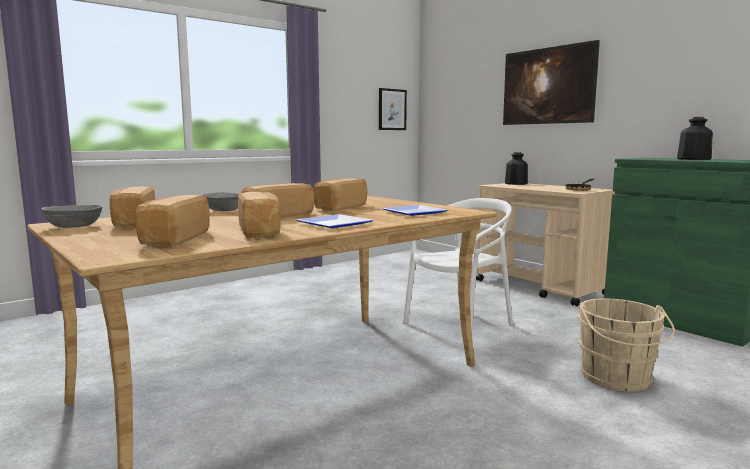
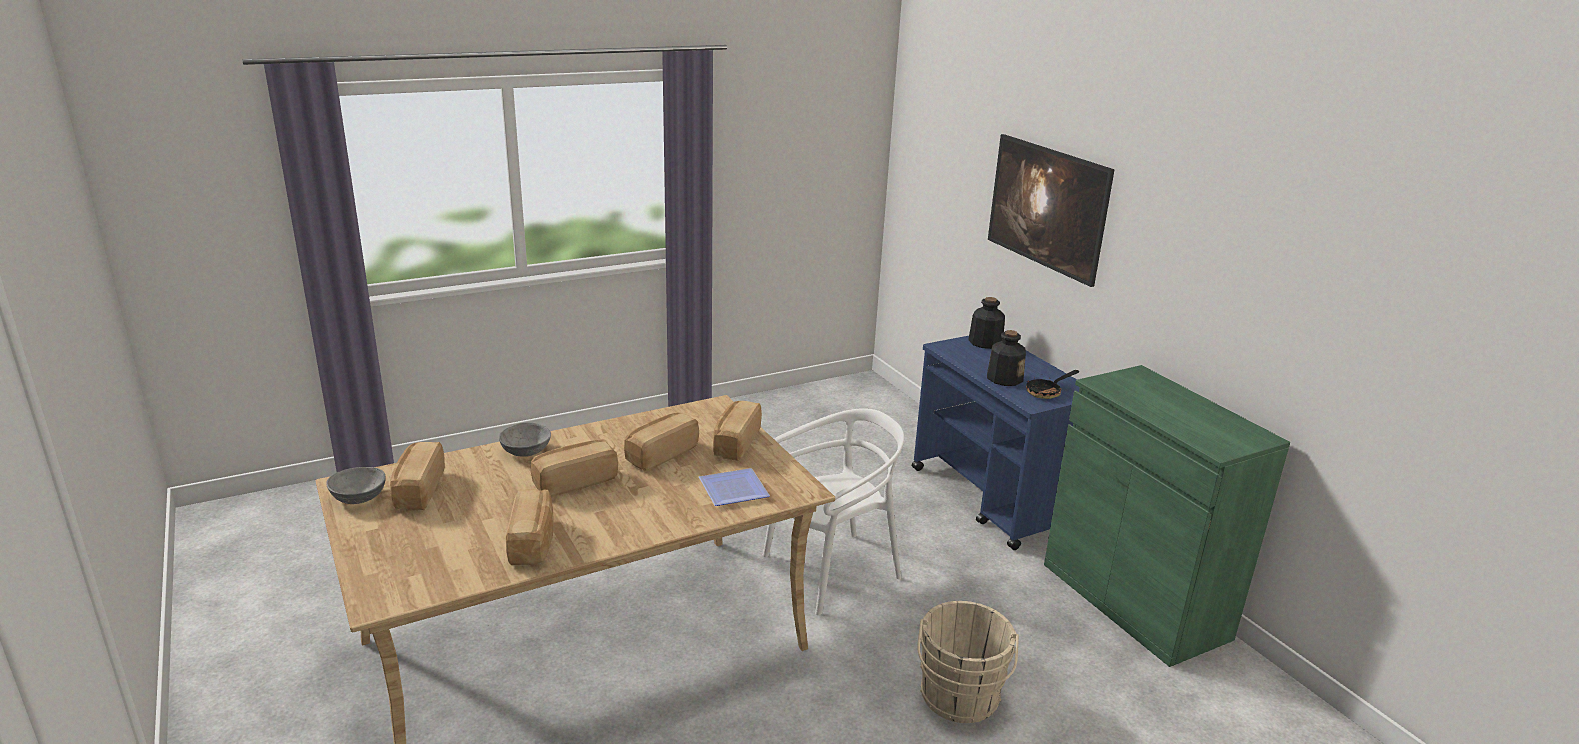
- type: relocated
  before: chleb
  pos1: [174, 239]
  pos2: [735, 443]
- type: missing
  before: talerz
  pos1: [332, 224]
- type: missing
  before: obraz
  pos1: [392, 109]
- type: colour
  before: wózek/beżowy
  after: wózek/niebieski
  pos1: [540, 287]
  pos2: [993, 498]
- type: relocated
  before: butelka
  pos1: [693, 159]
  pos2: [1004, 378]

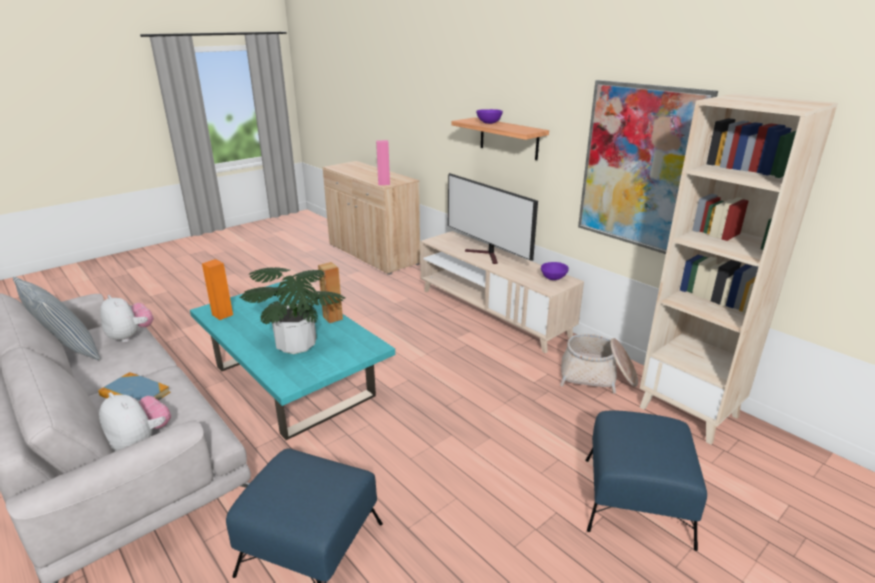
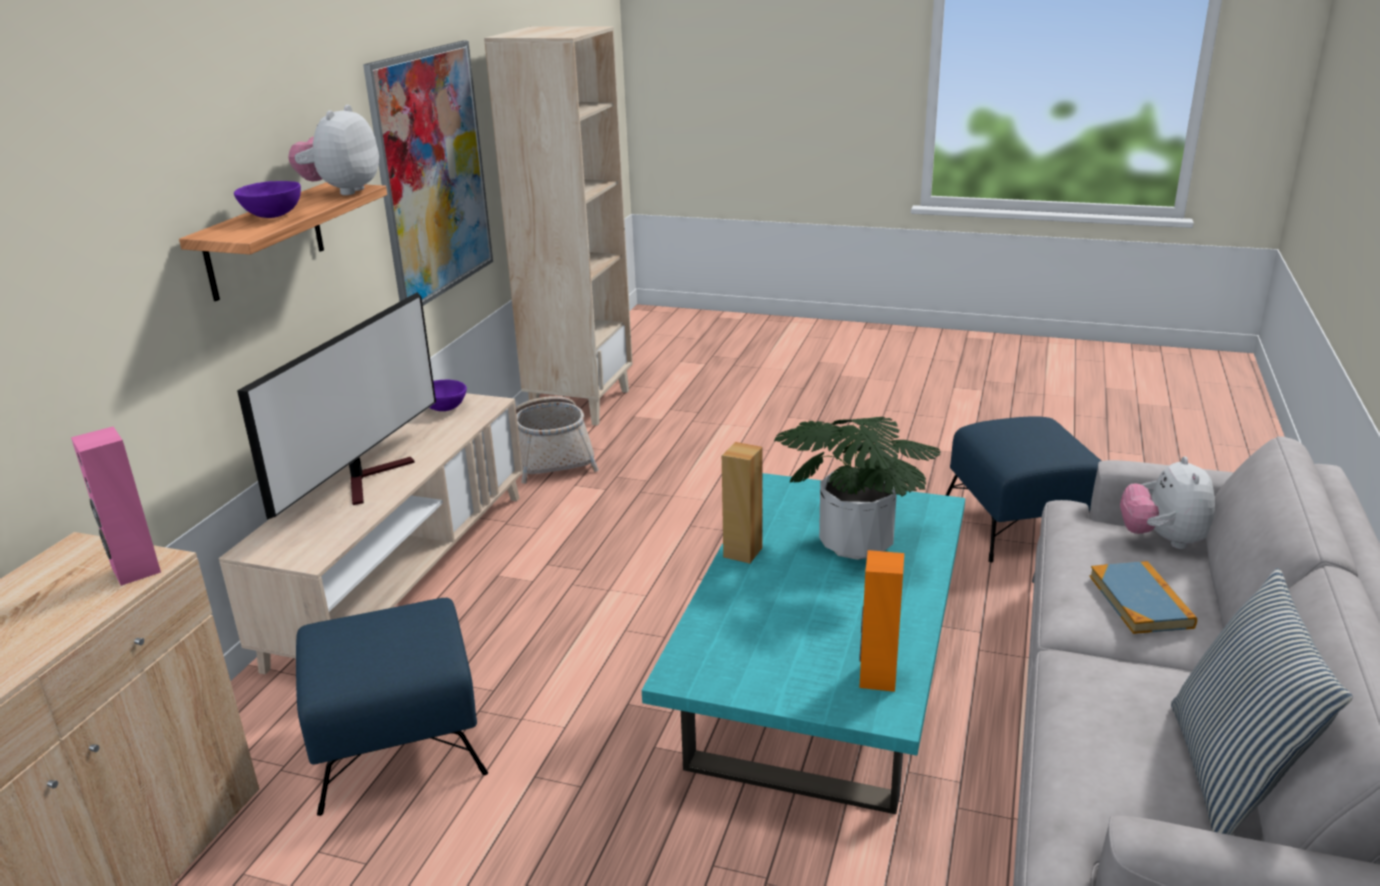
- type: relocated
  before: pluszak
  pos1: [130, 336]
  pos2: [342, 191]
- type: relocated
  before: pufa/niebieski
  pos1: [635, 501]
  pos2: [399, 740]

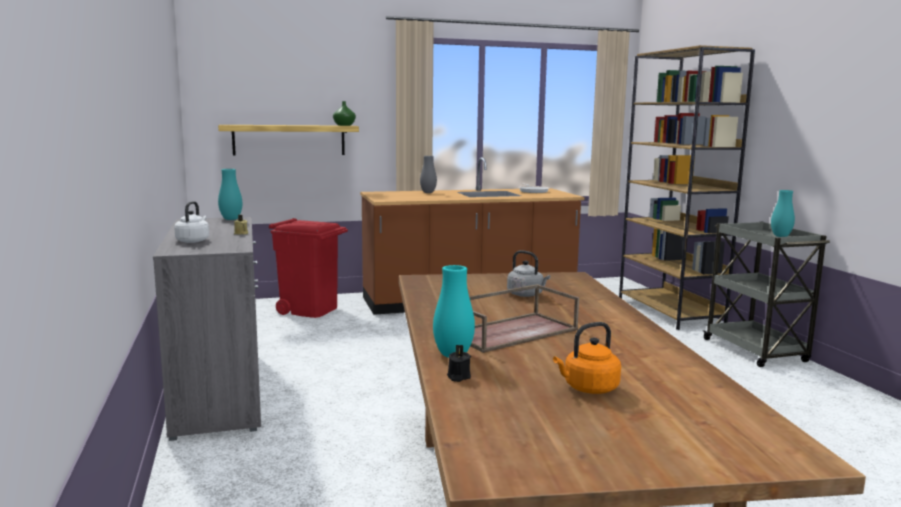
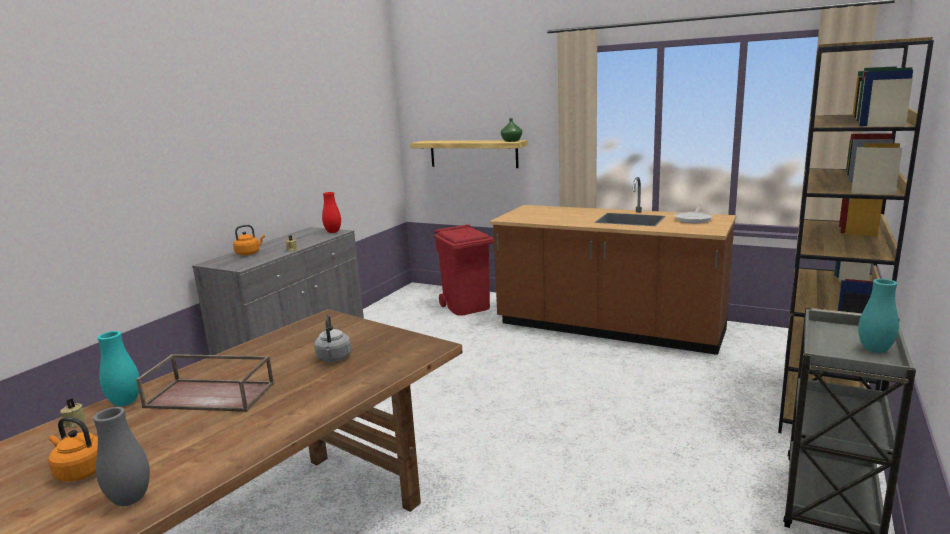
- type: colour
  before: czajnik/biały
  after: czajnik/pomarańczowy
  pos1: [193, 241]
  pos2: [249, 253]
- type: colour
  before: wazon/turkusowy
  after: wazon/czerwony
  pos1: [231, 219]
  pos2: [333, 232]
- type: relocated
  before: wazon/szary
  pos1: [428, 192]
  pos2: [130, 500]
- type: colour
  before: świeca/czarny
  after: świeca/beżowy
  pos1: [458, 377]
  pos2: [74, 423]

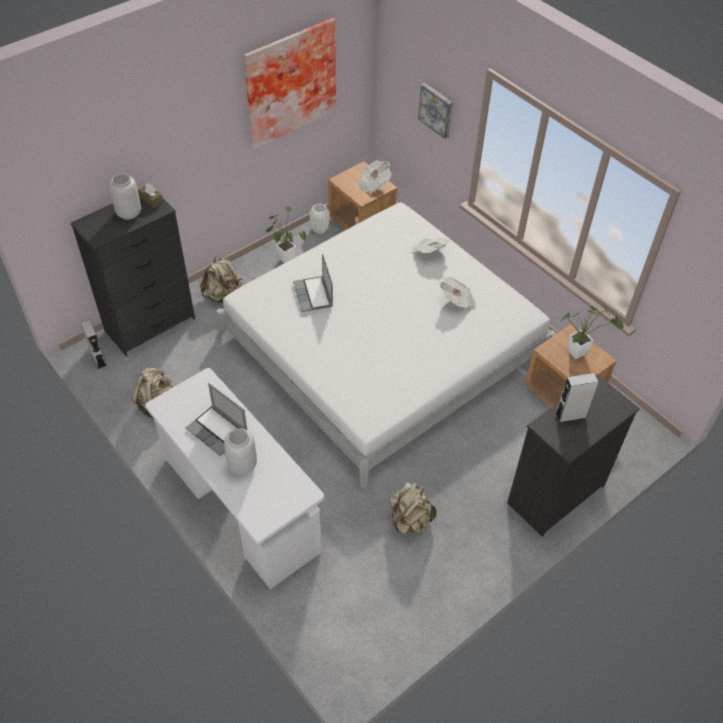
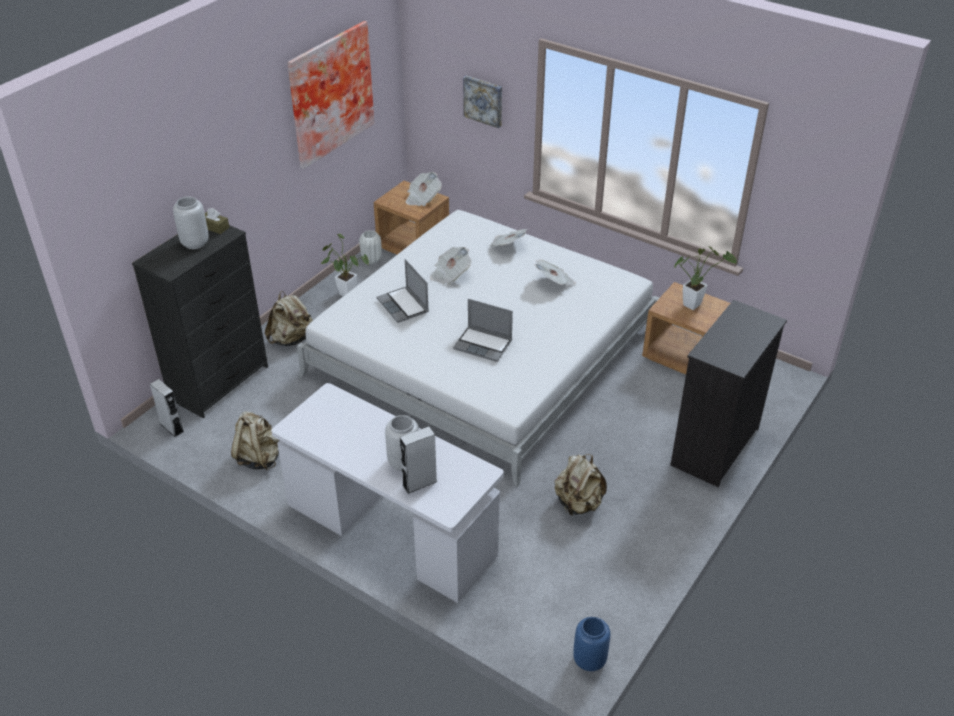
- type: relocated
  before: laptop
  pos1: [218, 431]
  pos2: [484, 345]
- type: relocated
  before: głośnik/szary
  pos1: [570, 415]
  pos2: [419, 483]
- type: appeared
  after: gazeta
  pos2: [450, 274]
- type: appeared
  after: wazon/niebieski
  pos2: [590, 660]

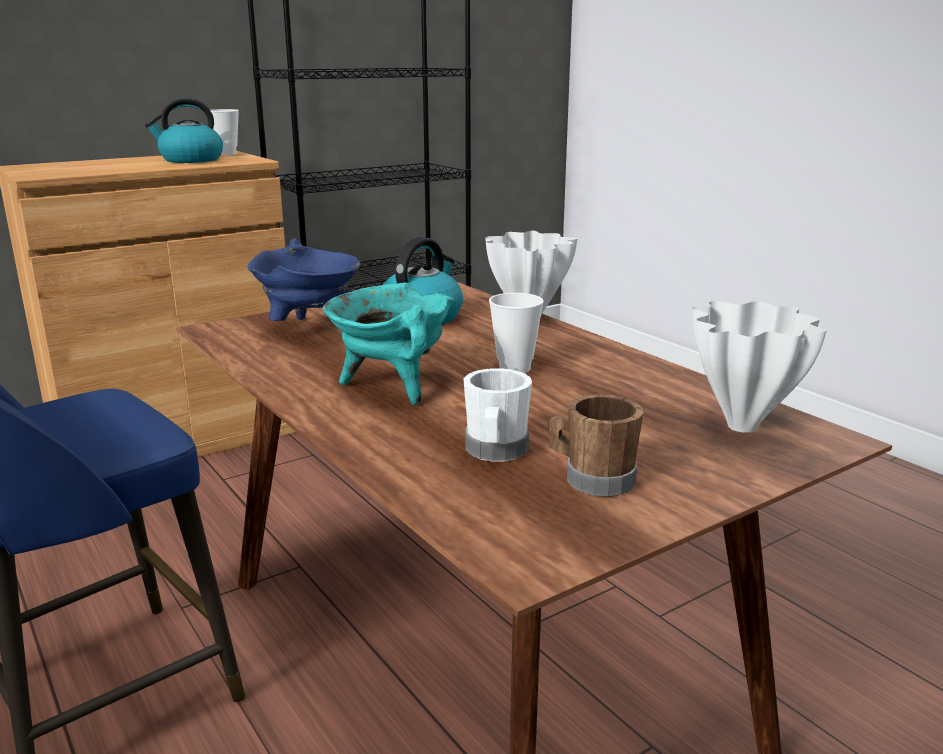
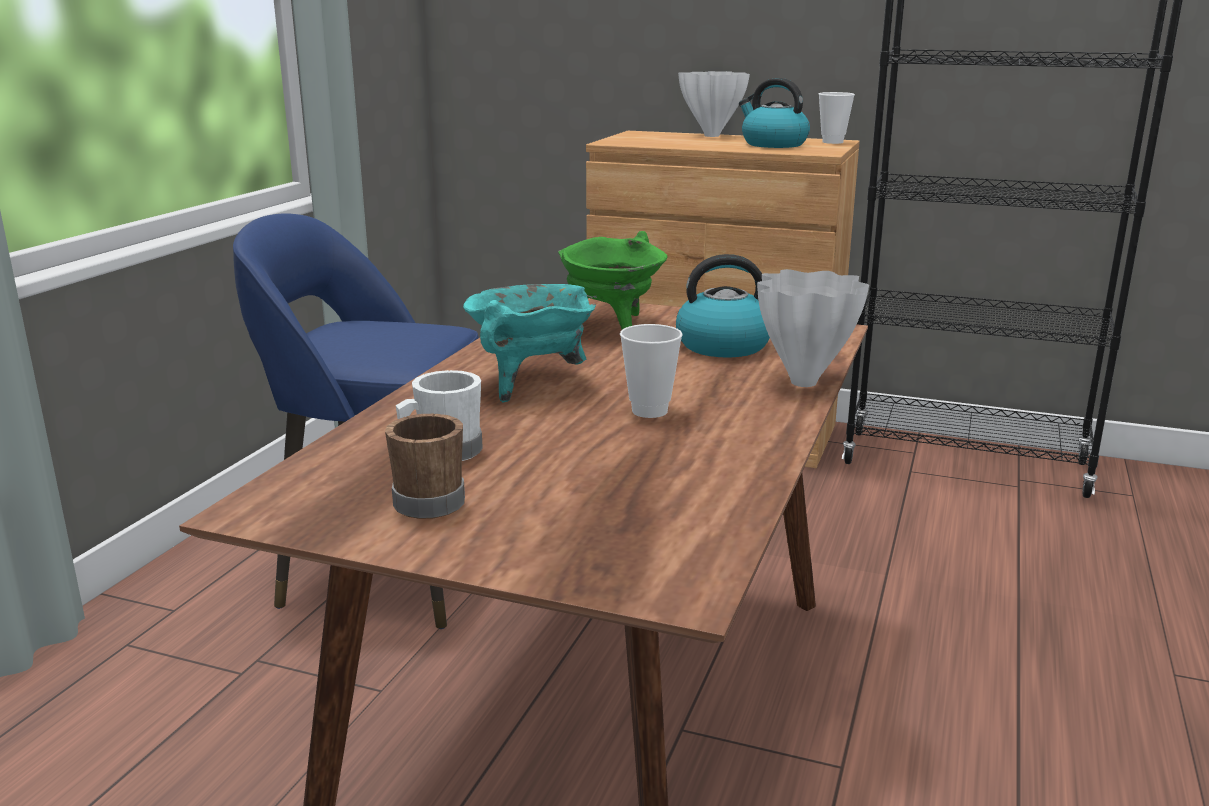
- type: colour
  before: garnek/niebieski
  after: garnek/zielony
  pos1: [310, 331]
  pos2: [612, 326]
- type: relocated
  before: wazon/biały
  pos1: [743, 426]
  pos2: [713, 136]

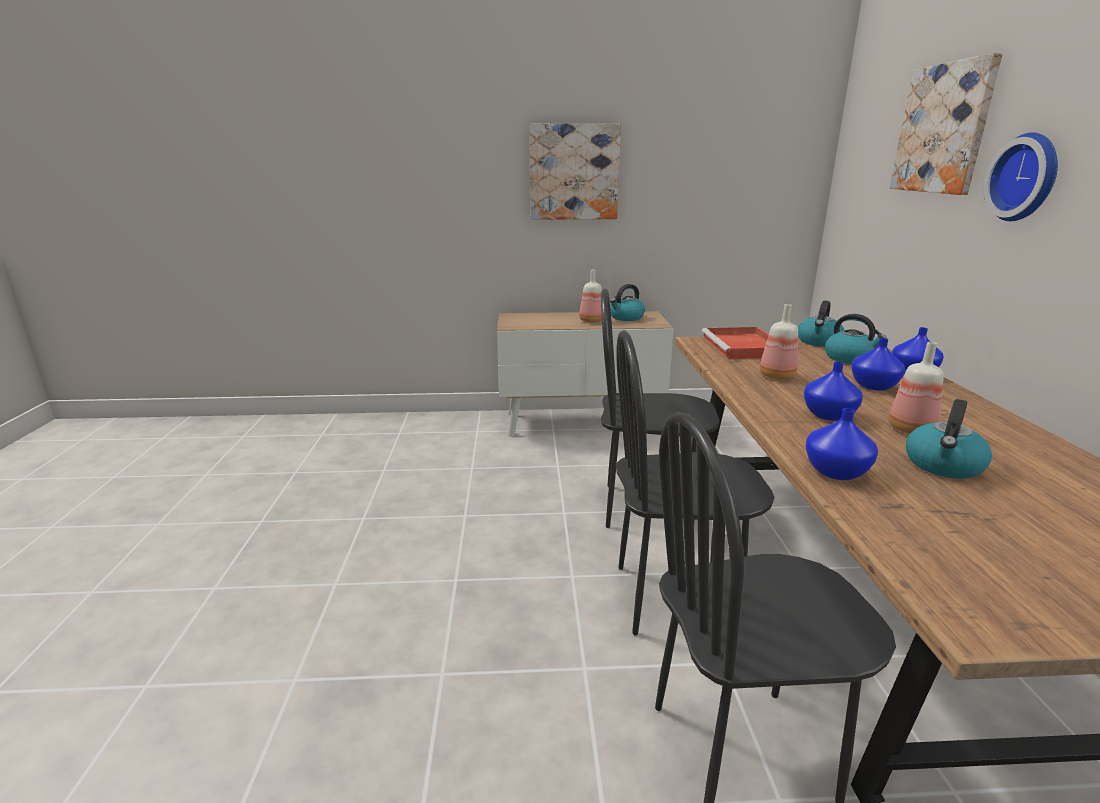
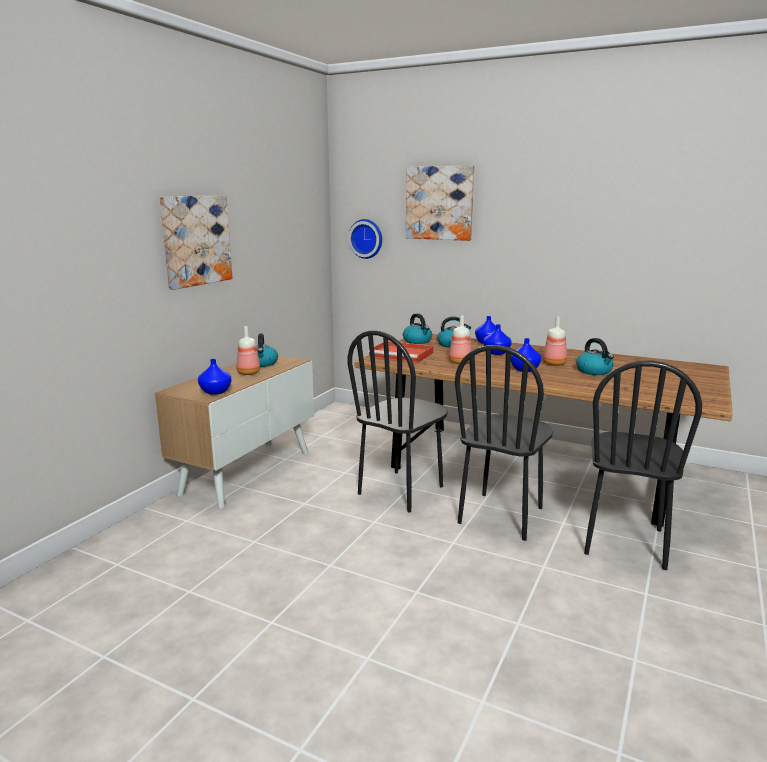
- type: relocated
  before: wazon/niebieski
  pos1: [836, 471]
  pos2: [215, 391]
- type: relocated
  before: zegar ścienny
  pos1: [1027, 177]
  pos2: [366, 238]

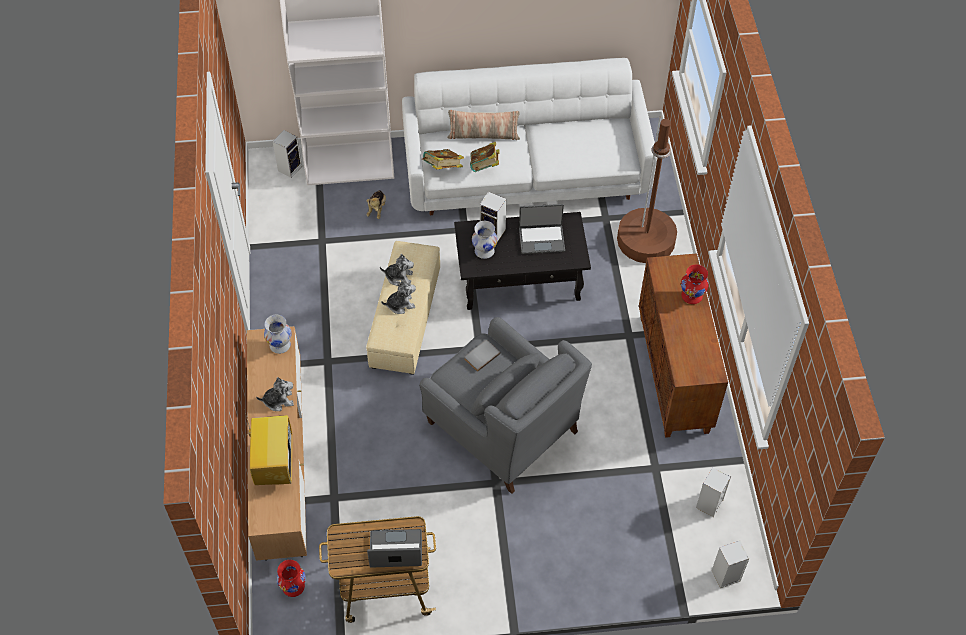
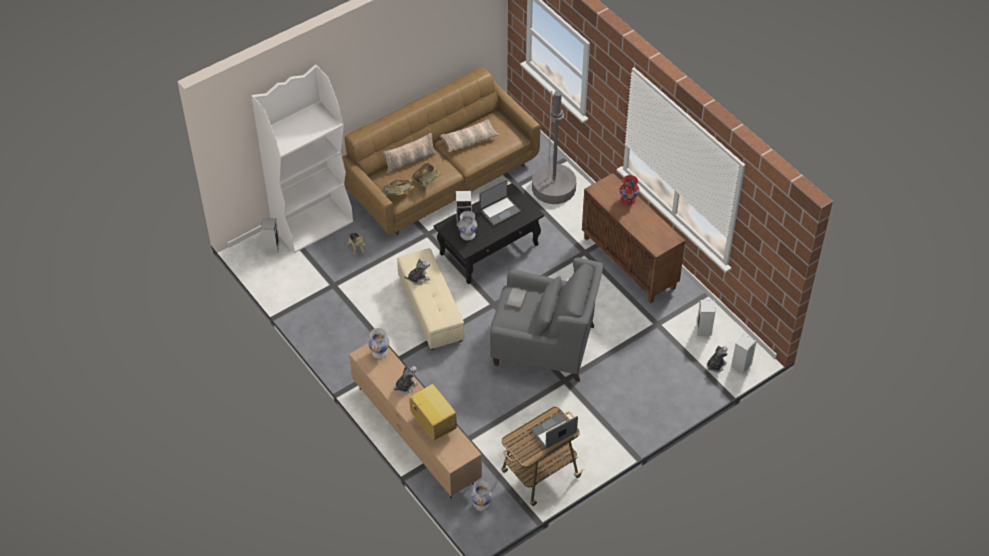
- type: colour
  before: wazon/czerwony
  after: wazon/biały
  pos1: [293, 587]
  pos2: [481, 504]
- type: relocated
  before: pluszak
  pos1: [400, 304]
  pos2: [715, 365]
- type: colour
  before: kanapa/biały
  after: kanapa/brązowy
  pos1: [525, 170]
  pos2: [441, 177]
- type: colour
  before: lampa stojąca/brązowy
  after: lampa stojąca/szary
  pos1: [646, 240]
  pos2: [554, 188]
- type: appeared
  after: poduszka
  pos2: [469, 139]

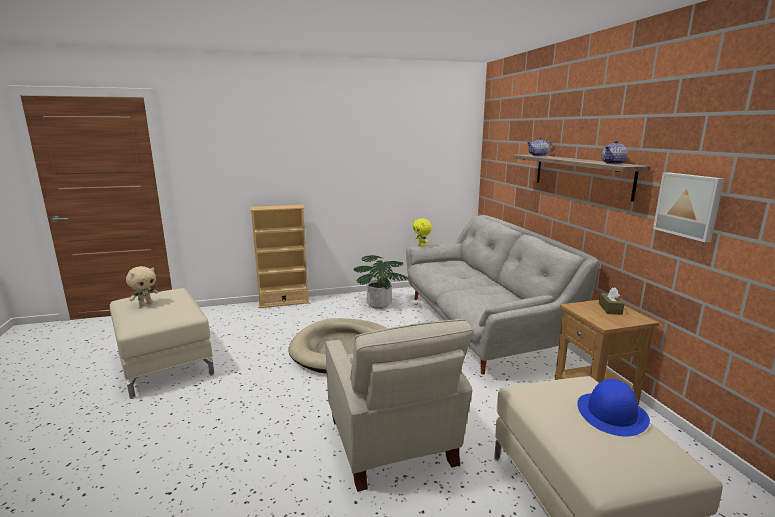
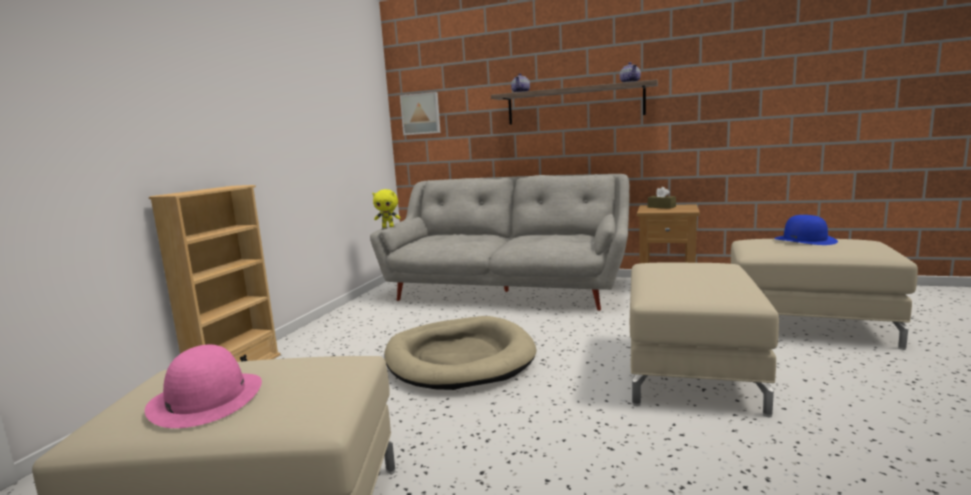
- type: exchanged
  before: pluszak/beżowy
  after: kapelusz/różowy
  pos1: [145, 304]
  pos2: [206, 398]
- type: exchanged
  before: fotel/beżowy
  after: pufa/beżowy
  pos1: [392, 444]
  pos2: [692, 371]
- type: missing
  before: roślina doniczkowa
  pos1: [379, 305]
- type: relocated
  before: obraz
  pos1: [688, 205]
  pos2: [421, 114]

